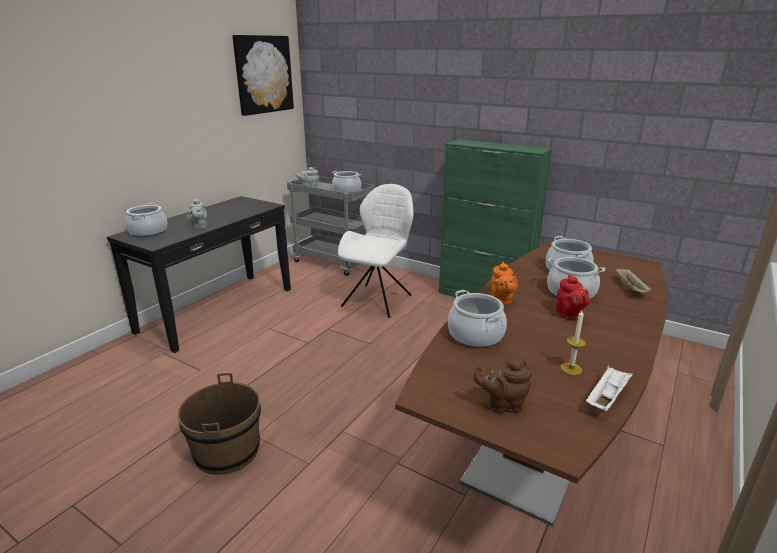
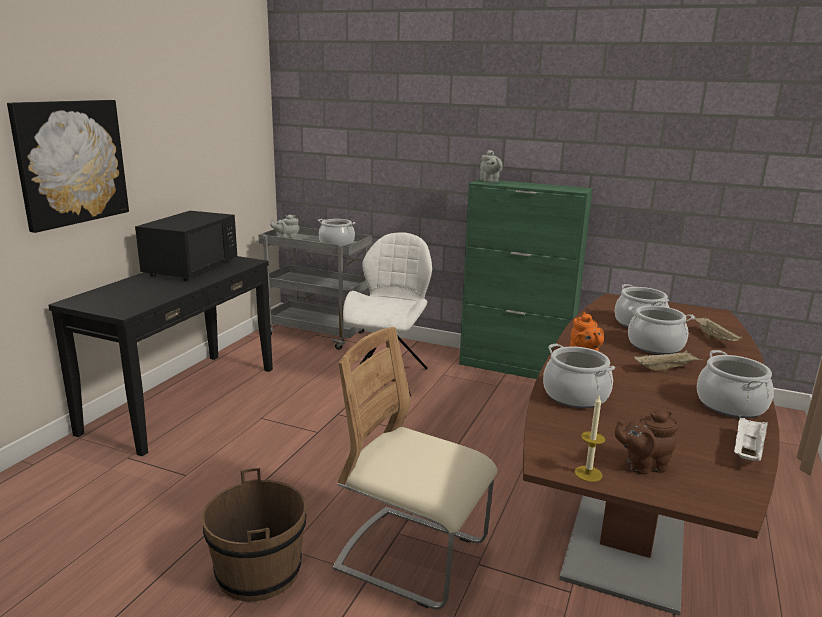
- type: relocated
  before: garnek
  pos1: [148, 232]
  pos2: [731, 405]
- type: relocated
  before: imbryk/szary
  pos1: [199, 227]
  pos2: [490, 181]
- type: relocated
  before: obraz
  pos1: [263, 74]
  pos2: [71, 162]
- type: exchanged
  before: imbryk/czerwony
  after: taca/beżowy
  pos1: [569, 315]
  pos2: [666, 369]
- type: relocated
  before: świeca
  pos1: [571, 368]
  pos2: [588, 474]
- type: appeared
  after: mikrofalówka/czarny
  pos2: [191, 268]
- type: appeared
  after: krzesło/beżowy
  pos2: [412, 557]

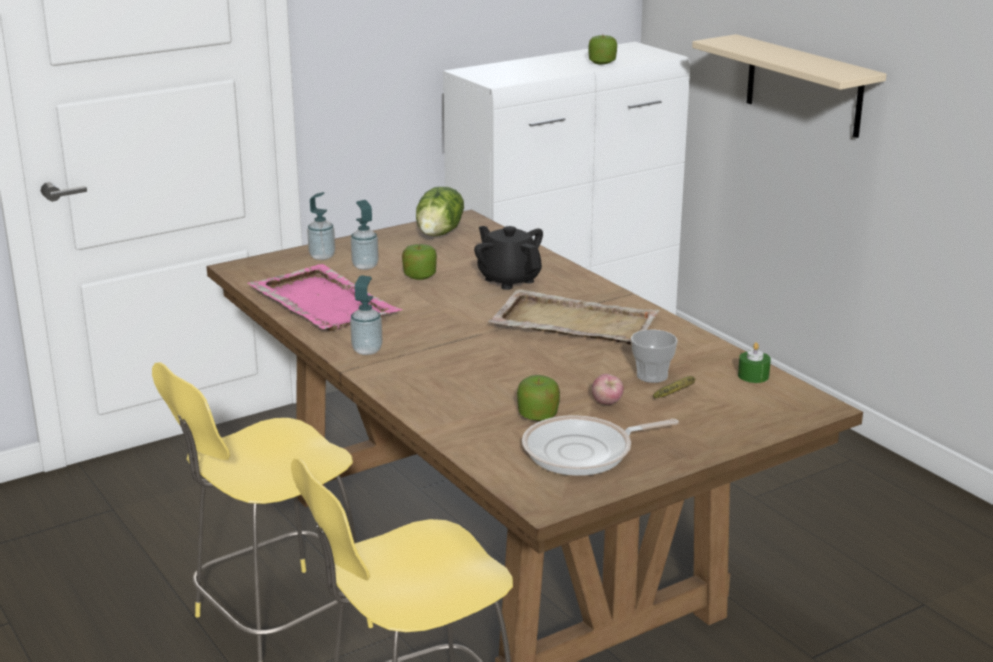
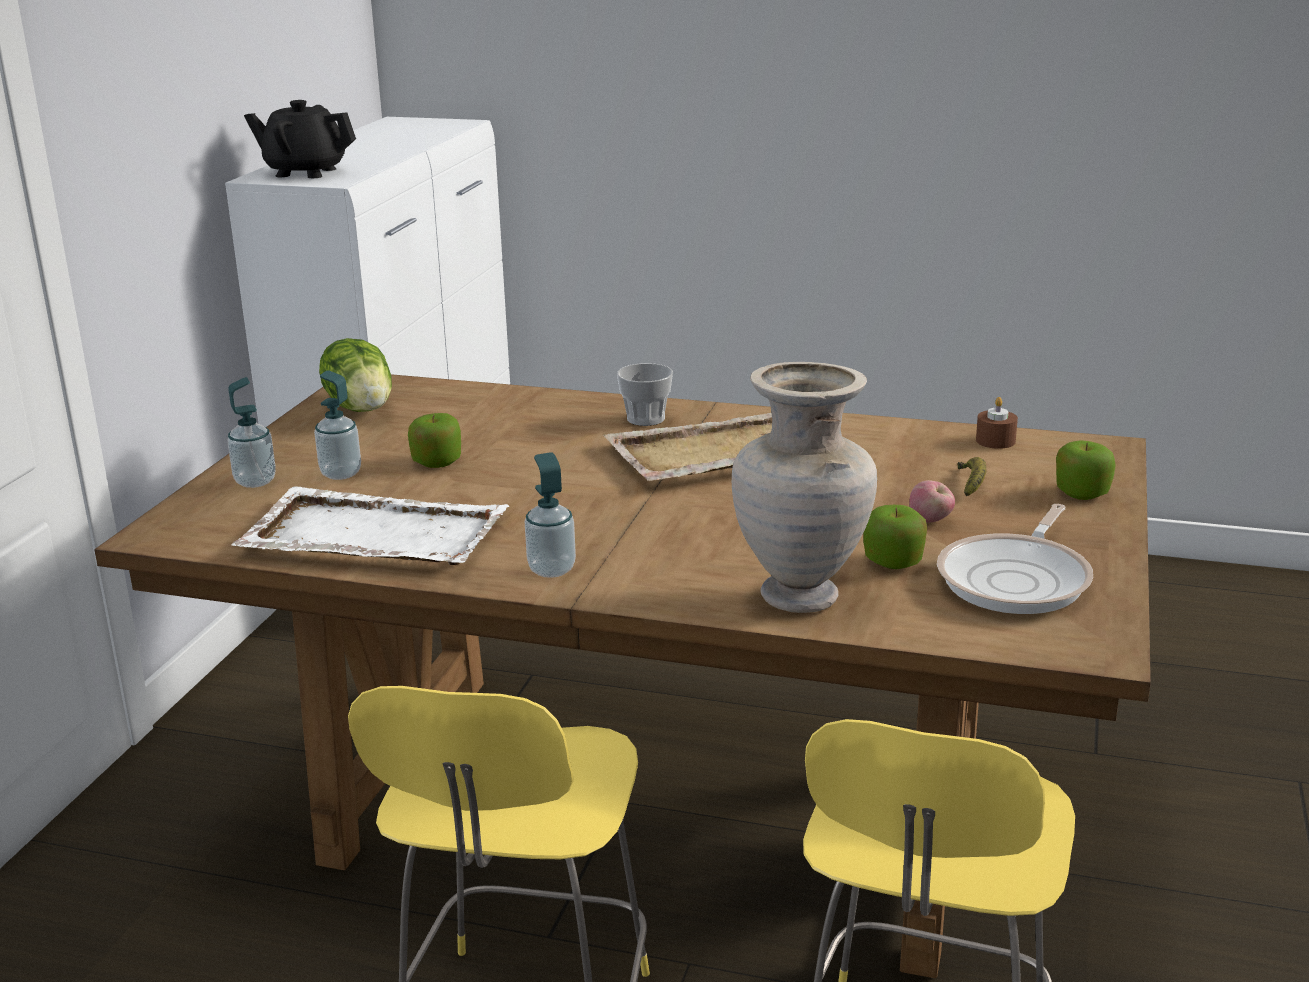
- type: colour
  before: taca/różowy
  after: taca/biały
  pos1: [322, 302]
  pos2: [372, 535]
- type: relocated
  before: imbryk/czarny
  pos1: [509, 280]
  pos2: [305, 172]
- type: relocated
  before: jabłko
  pos1: [602, 62]
  pos2: [1082, 492]
- type: relocated
  before: filiżanka
  pos1: [652, 376]
  pos2: [646, 419]
- type: missing
  before: półka/beżowy
  pos1: [804, 86]
- type: colour
  before: świeca/zielony
  after: świeca/brązowy
  pos1: [753, 376]
  pos2: [995, 441]
- type: appeared
  after: wazon/beżowy
  pos2: [802, 597]

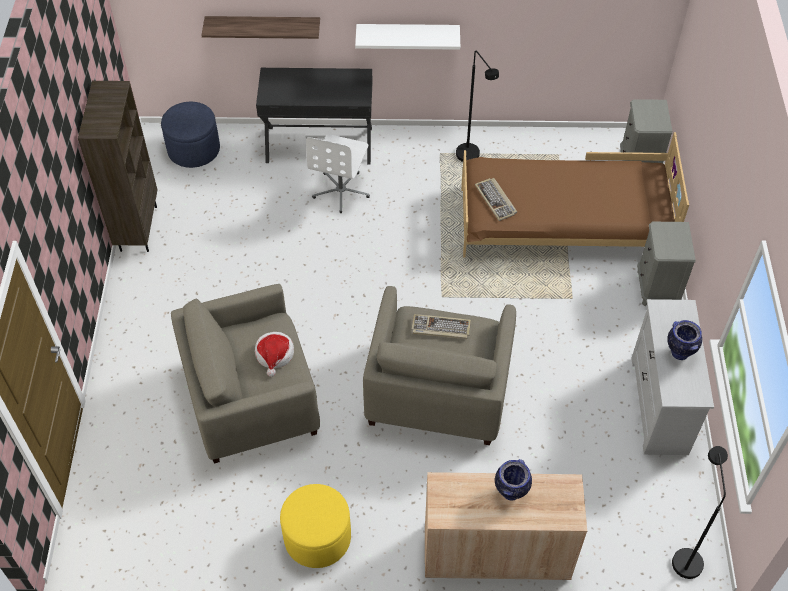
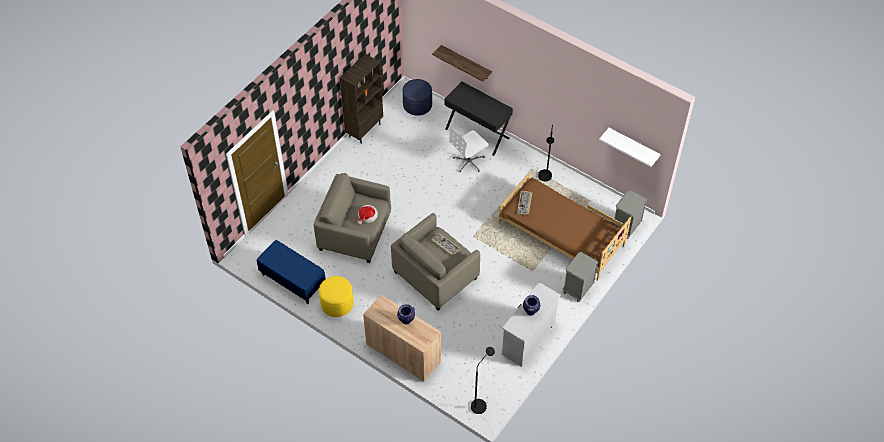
- type: relocated
  before: półka/biały
  pos1: [407, 34]
  pos2: [633, 145]
- type: appeared
  after: ławka/niebieski
  pos2: [292, 280]

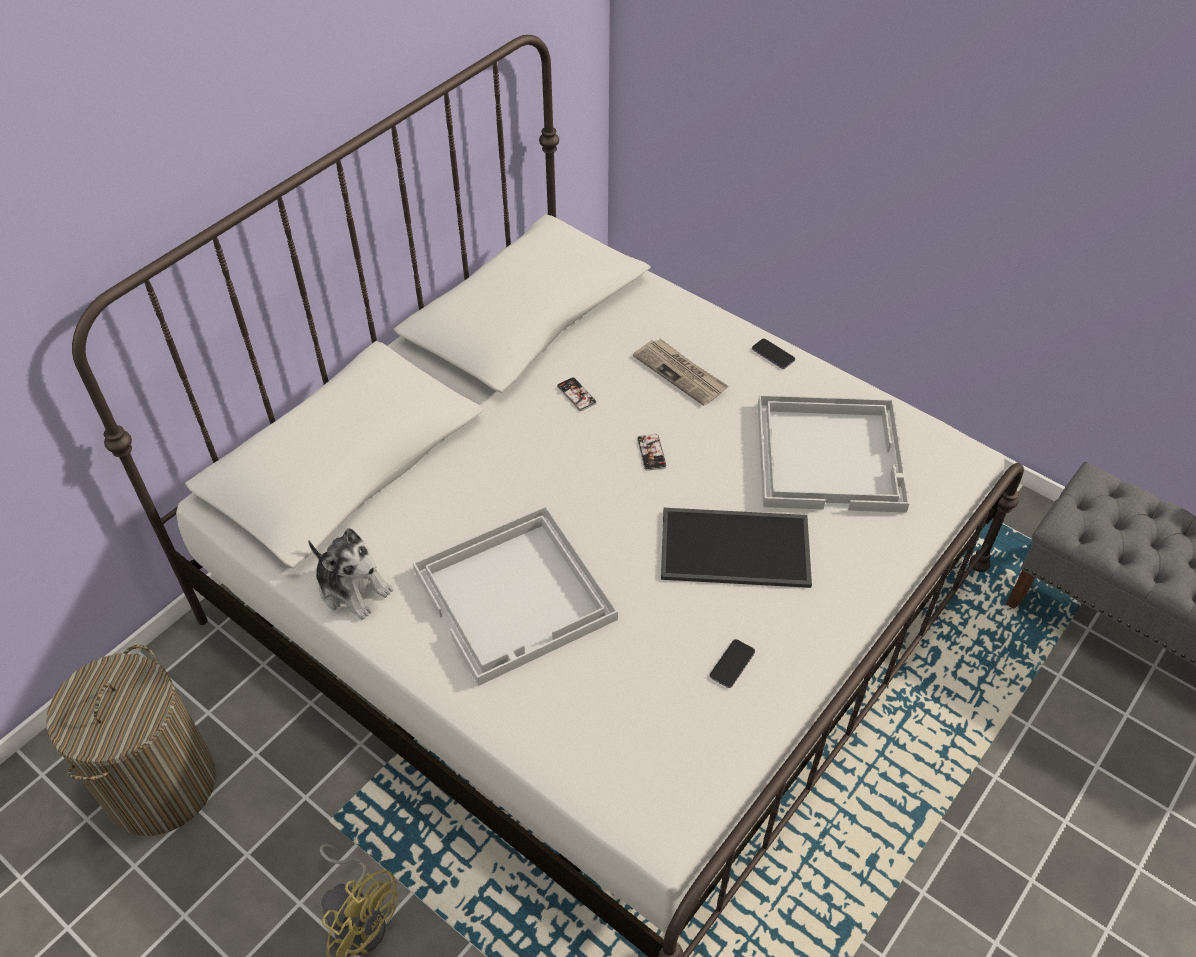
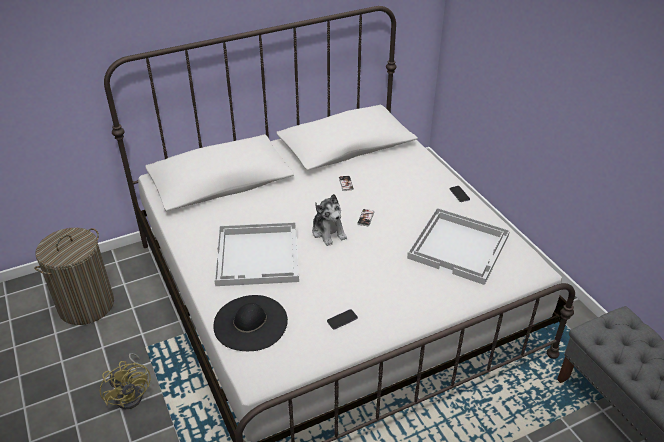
- type: relocated
  before: pluszak
  pos1: [353, 588]
  pos2: [328, 232]
- type: missing
  before: gazeta
  pos1: [681, 373]
- type: missing
  before: taca
  pos1: [736, 546]
- type: appeared
  after: kapelusz/czarny
  pos2: [250, 323]

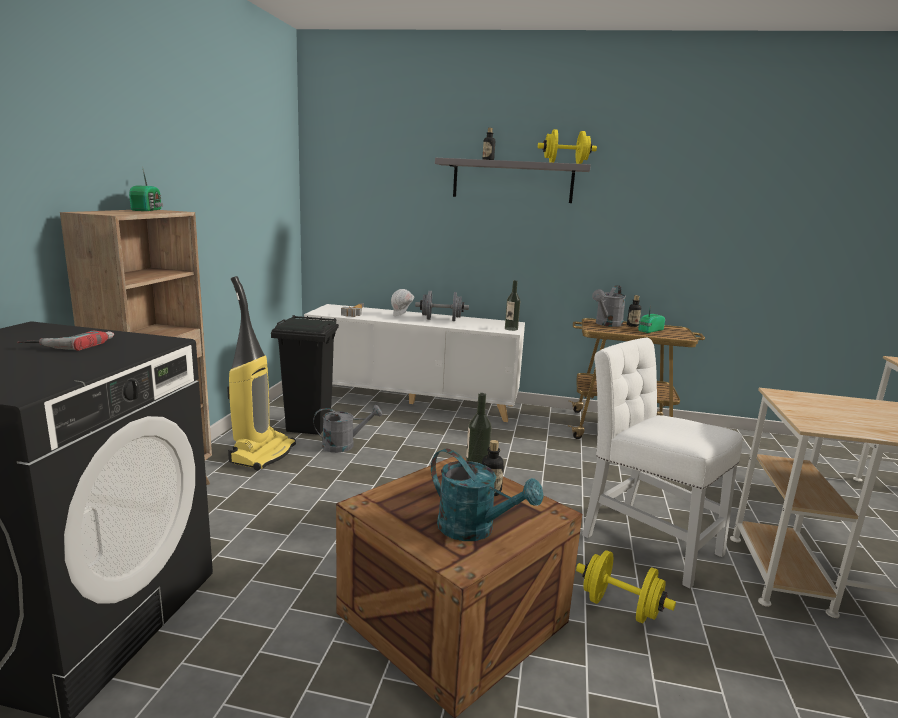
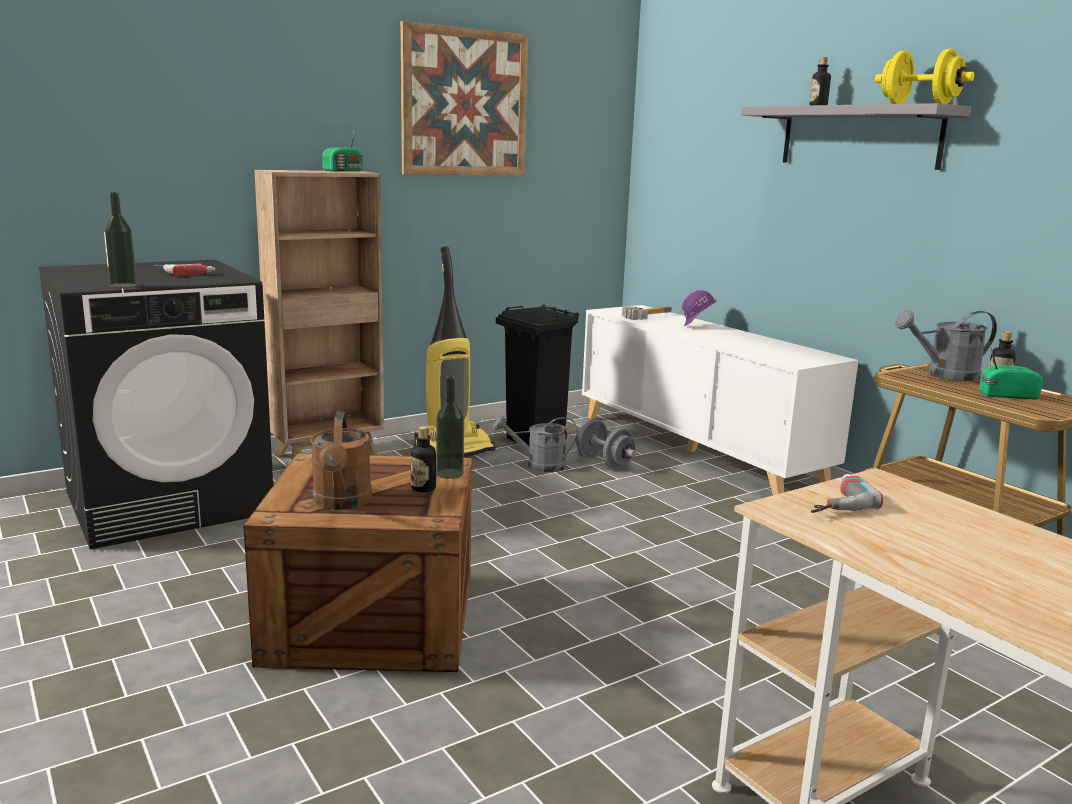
- type: spun
  before: konewka/szary
  pos1: [344, 445]
  pos2: [538, 465]
  turn: 150
- type: colour
  before: kask/biały
  after: kask/fioletowy
  pos1: [402, 315]
  pos2: [697, 327]
- type: relocated
  before: hantel/szary
  pos1: [441, 320]
  pos2: [604, 463]
- type: colour
  before: konewka/turkusowy
  after: konewka/brązowy
  pos1: [475, 530]
  pos2: [342, 503]
- type: relocated
  before: butelka
  pos1: [511, 329]
  pos2: [123, 285]
- type: missing
  before: hantel/żółty
  pos1: [620, 607]
- type: missing
  before: krzesło/biały
  pos1: [645, 540]
- type: appeared
  after: obraz
  pos2: [464, 103]
- type: appeared
  after: wiertarka
  pos2: [831, 501]

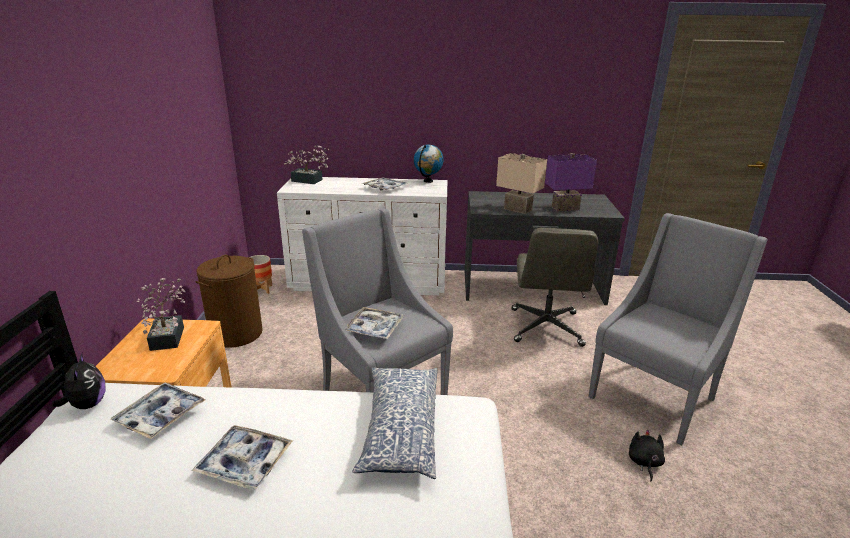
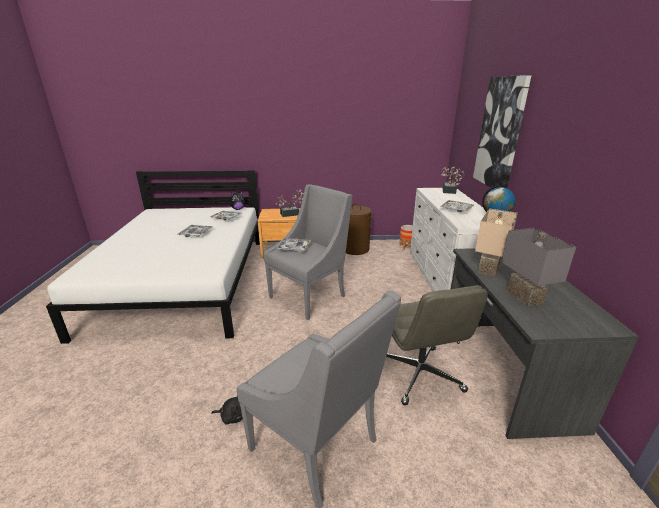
- type: missing
  before: poduszka
  pos1: [400, 429]
- type: spun
  before: krzesło biurowe/szary
  pos1: [546, 328]
  pos2: [420, 375]
  turn: -105
- type: colour
  before: lampa stołowa/fioletowy
  after: lampa stołowa/szary
  pos1: [565, 208]
  pos2: [526, 297]
- type: appeared
  after: obraz
  pos2: [500, 133]

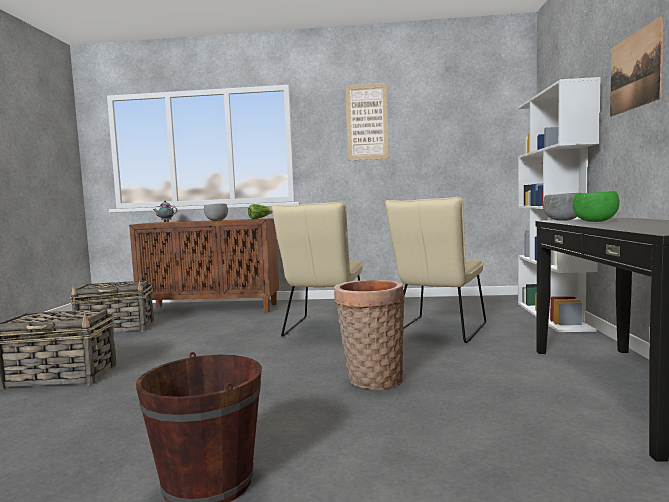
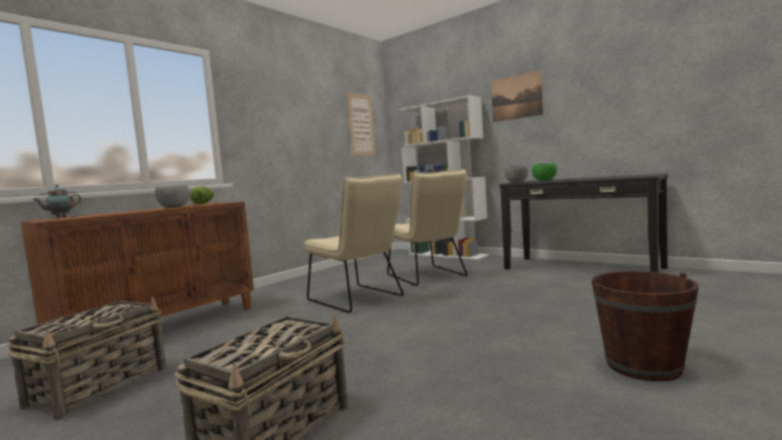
- type: missing
  before: koszyk
  pos1: [371, 379]
- type: relocated
  before: obraz
  pos1: [367, 122]
  pos2: [361, 124]

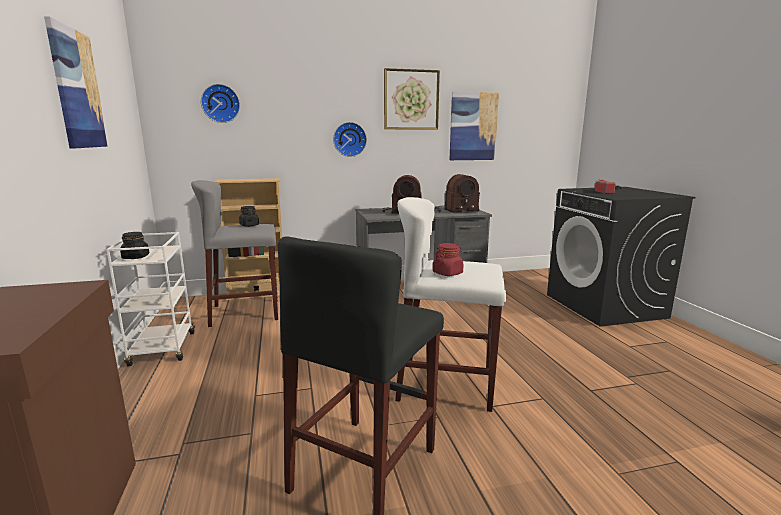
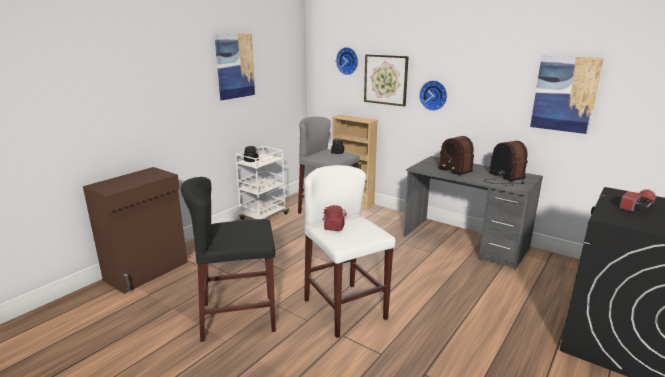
- type: relocated
  before: obraz
  pos1: [411, 100]
  pos2: [385, 79]
- type: spun
  before: radio
  pos1: [453, 210]
  pos2: [505, 179]
  turn: -150

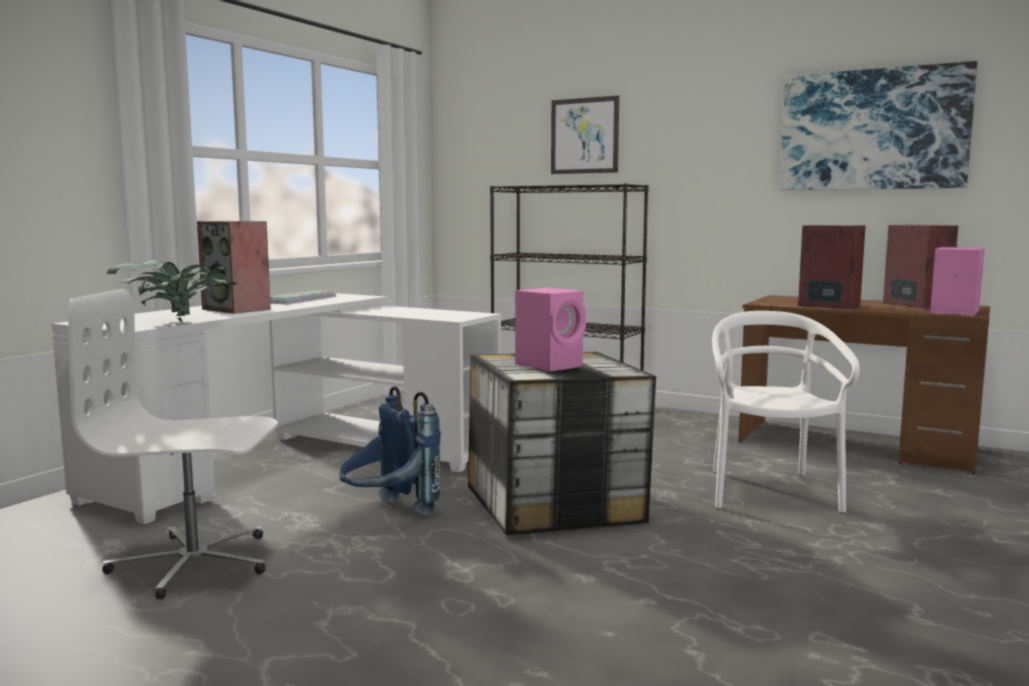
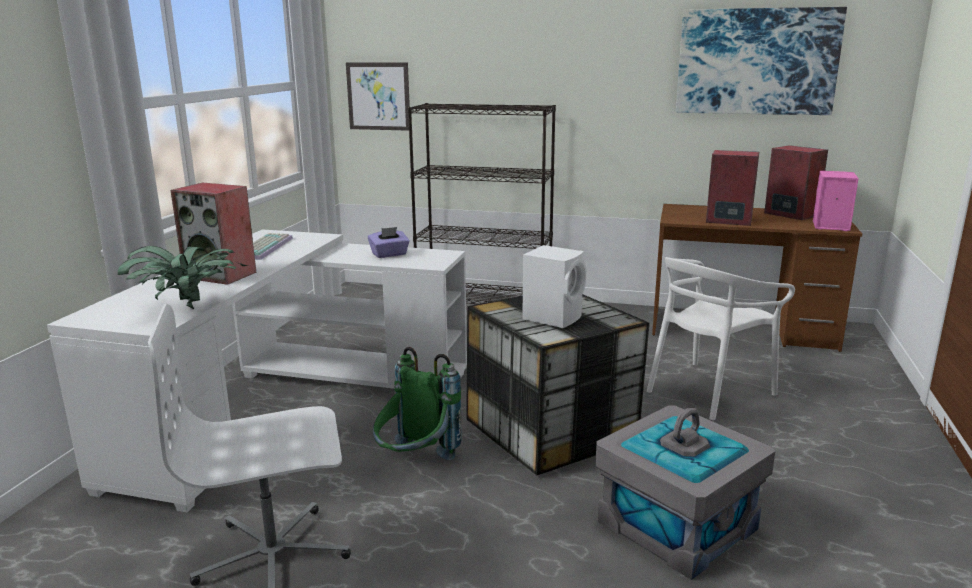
- type: colour
  before: plecak/niebieski
  after: plecak/zielony
  pos1: [388, 514]
  pos2: [415, 464]
- type: colour
  before: głośnik/różowy
  after: głośnik/biały
  pos1: [551, 365]
  pos2: [554, 317]
- type: relocated
  before: obraz
  pos1: [584, 136]
  pos2: [378, 96]
- type: spun
  before: krzesło/biały
  pos1: [769, 491]
  pos2: [708, 391]
  turn: -120
- type: appeared
  after: pudełko chusteczek/fioletowy
  pos2: [389, 254]
- type: appeared
  after: pojemnik do przechowywania/szary
  pos2: [676, 524]

